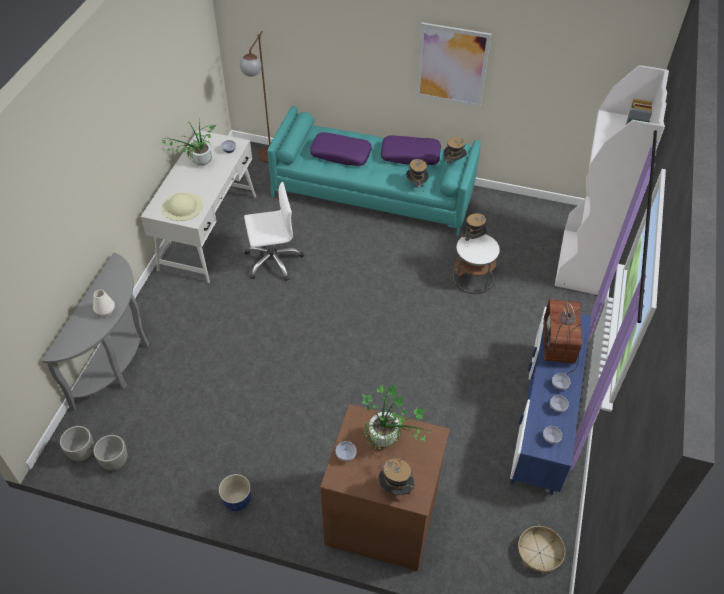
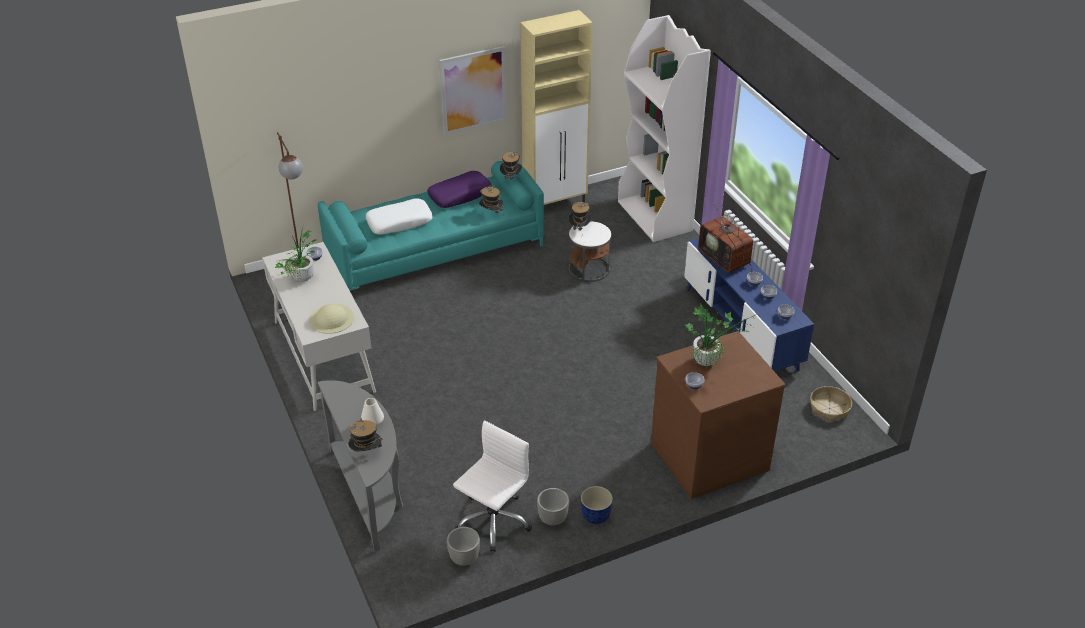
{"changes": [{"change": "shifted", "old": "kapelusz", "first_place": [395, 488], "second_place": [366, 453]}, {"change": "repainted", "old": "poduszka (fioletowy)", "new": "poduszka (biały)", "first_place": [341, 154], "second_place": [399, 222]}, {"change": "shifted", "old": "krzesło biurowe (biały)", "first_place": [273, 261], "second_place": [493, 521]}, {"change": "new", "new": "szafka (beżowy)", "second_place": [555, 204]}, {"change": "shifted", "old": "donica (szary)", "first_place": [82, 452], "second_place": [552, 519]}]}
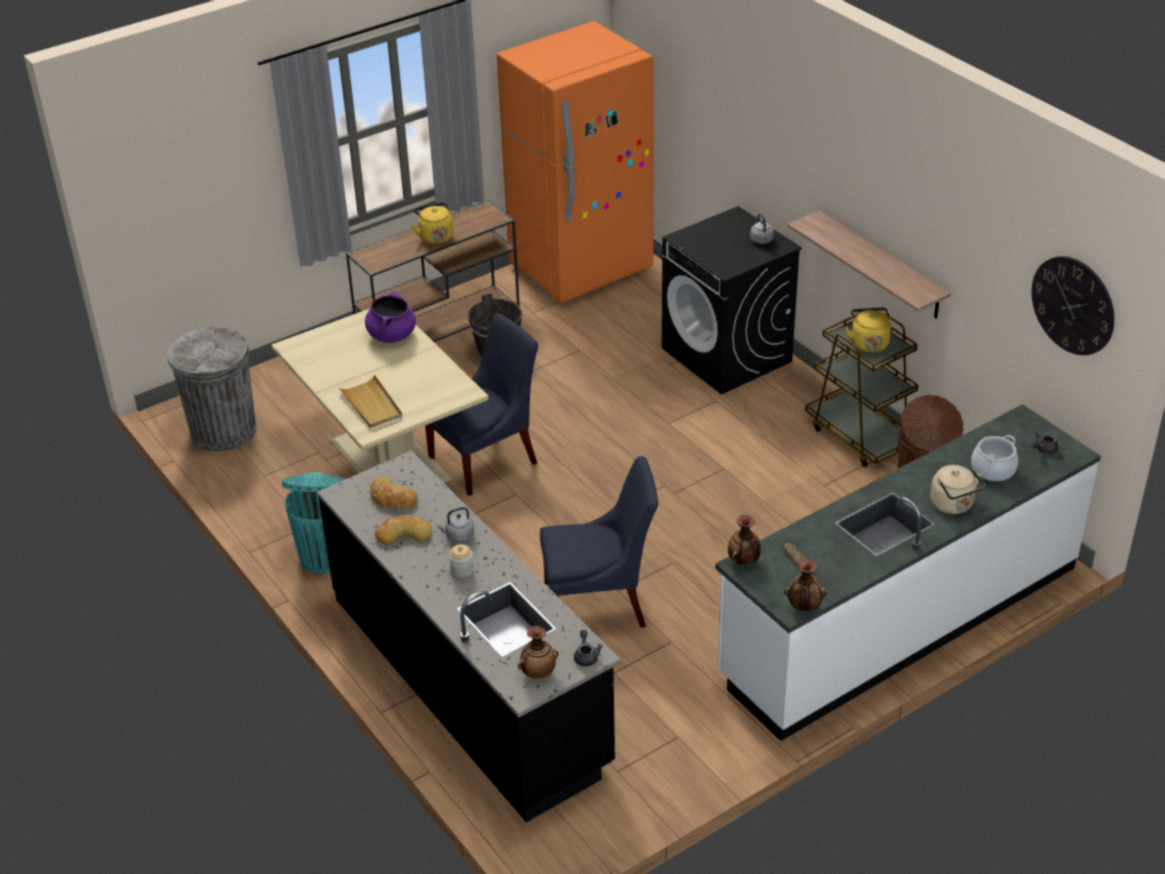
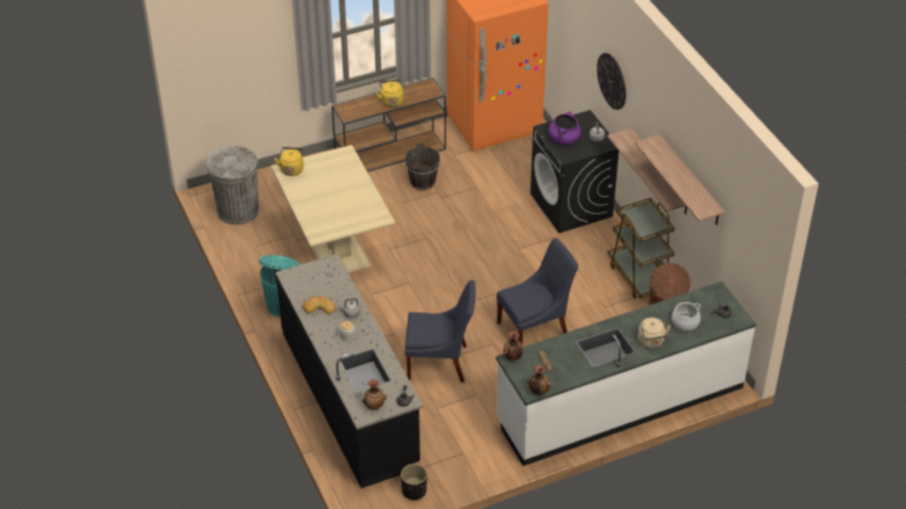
{"changes": [{"change": "shifted", "old": "czajnik (żółty)", "first_place": [868, 343], "second_place": [292, 169]}, {"change": "new", "new": "donica (czarny)", "second_place": [414, 491]}, {"change": "shifted", "old": "krzesło (niebieski)", "first_place": [487, 459], "second_place": [535, 329]}, {"change": "shifted", "old": "garnek (fioletowy)", "first_place": [391, 335], "second_place": [564, 139]}, {"change": "shifted", "old": "zegar ścienny", "first_place": [1073, 305], "second_place": [612, 81]}, {"change": "new", "new": "półka", "second_place": [690, 181]}, {"change": "gone", "old": "taca (beżowy)", "first_place": [371, 405]}, {"change": "gone", "old": "chleb", "first_place": [392, 498]}]}
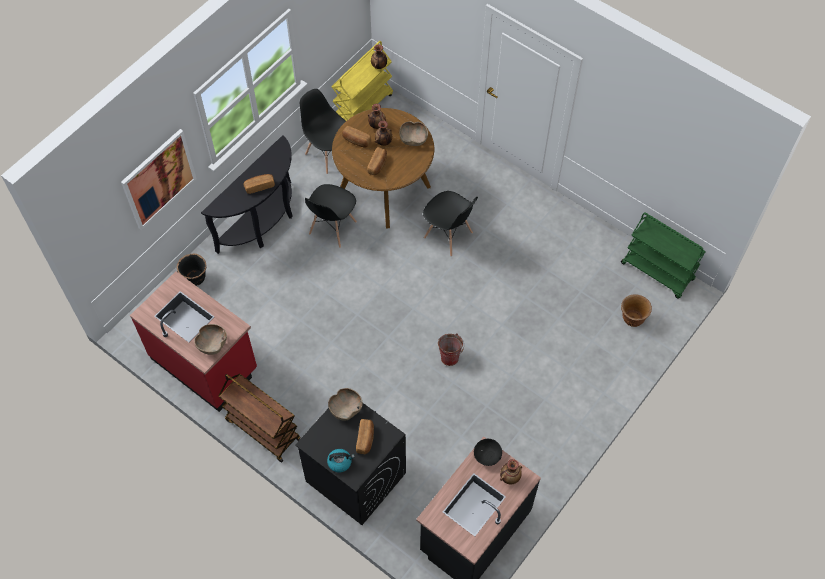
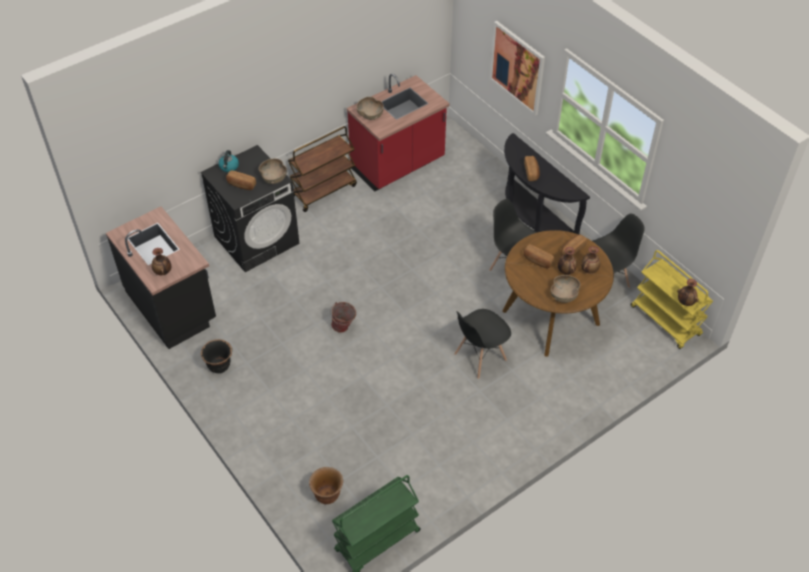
{"changes": [{"change": "shifted", "old": "donica (czarny)", "first_place": [195, 278], "second_place": [219, 366]}, {"change": "gone", "old": "miska (czarny)", "first_place": [487, 455]}]}
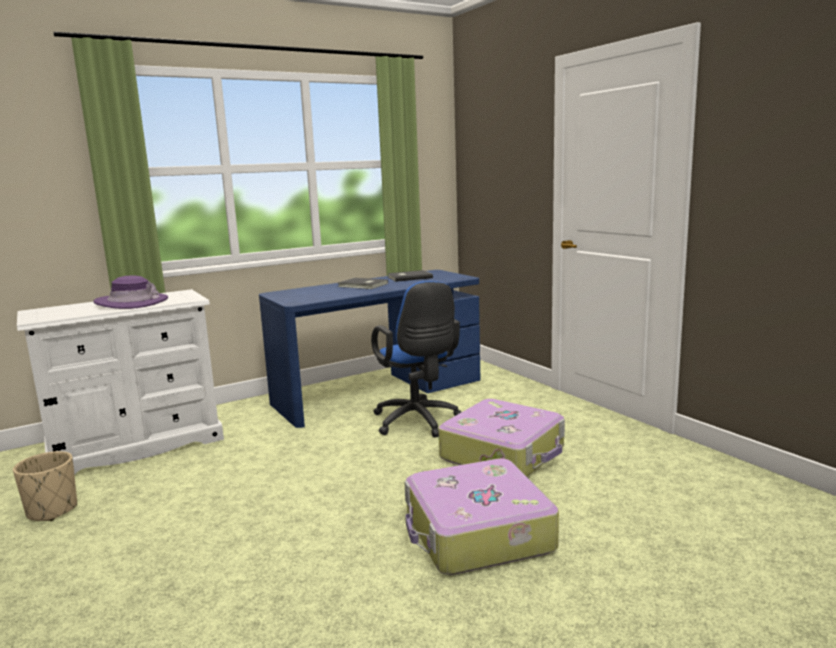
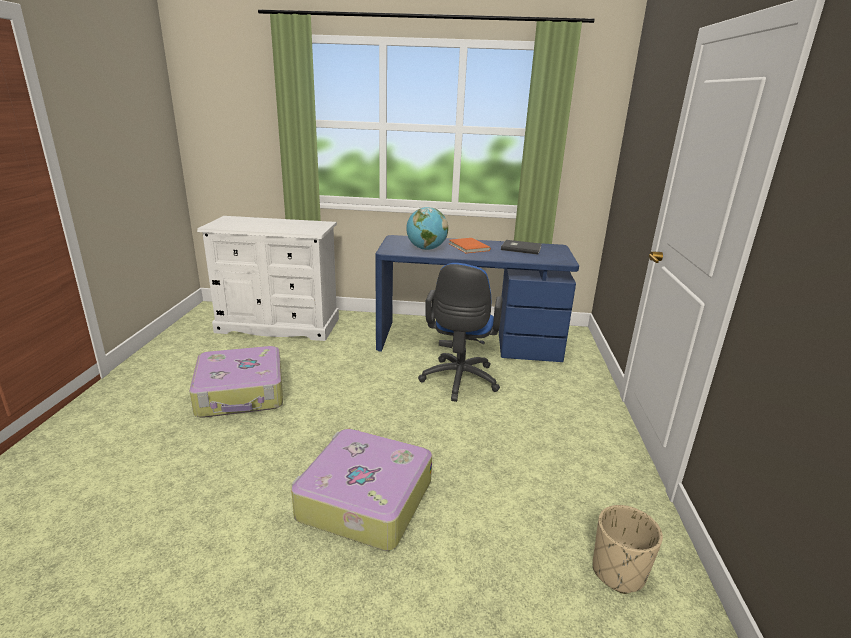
{"changes": [{"change": "shifted", "old": "walizka", "first_place": [504, 453], "second_place": [241, 393]}, {"change": "new", "new": "globus", "second_place": [426, 249]}, {"change": "repainted", "old": "książka (szary)", "new": "książka (pomarańczowy)", "first_place": [362, 285], "second_place": [468, 247]}, {"change": "shifted", "old": "donica (beżowy)", "first_place": [52, 510], "second_place": [618, 572]}, {"change": "gone", "old": "kapelusz (fioletowy)", "first_place": [131, 302]}]}
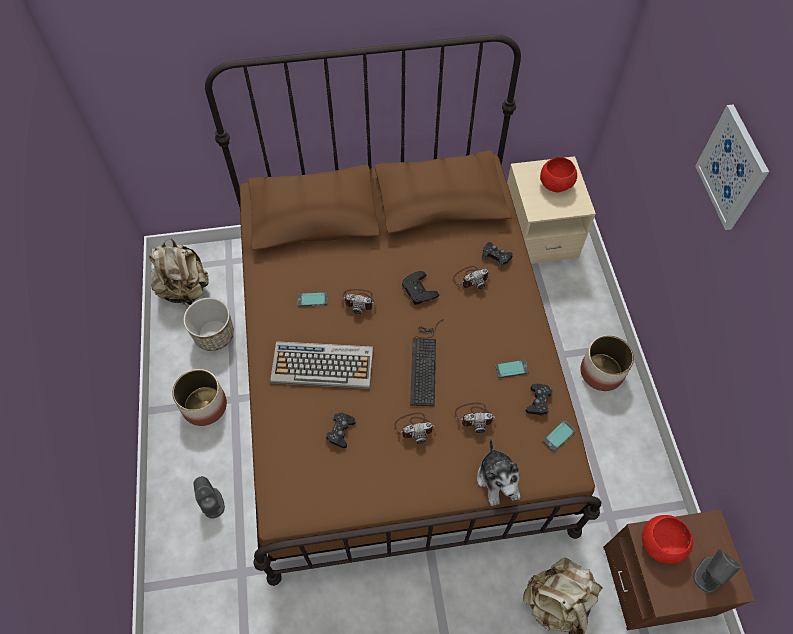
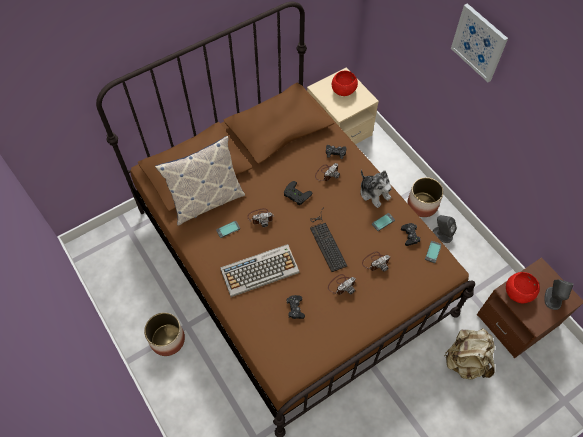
{"changes": [{"change": "new", "new": "poduszka", "second_place": [206, 201]}, {"change": "shifted", "old": "pluszak", "first_place": [498, 479], "second_place": [374, 193]}, {"change": "shifted", "old": "głośnik (szary)", "first_place": [212, 502], "second_place": [442, 234]}, {"change": "gone", "old": "plecak (beżowy)", "first_place": [185, 290]}, {"change": "gone", "old": "donica", "first_place": [214, 335]}]}
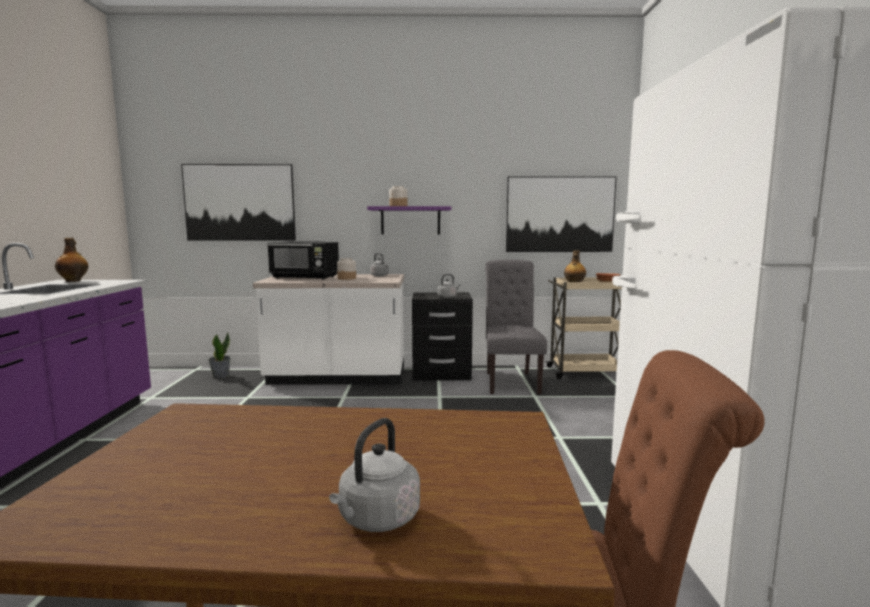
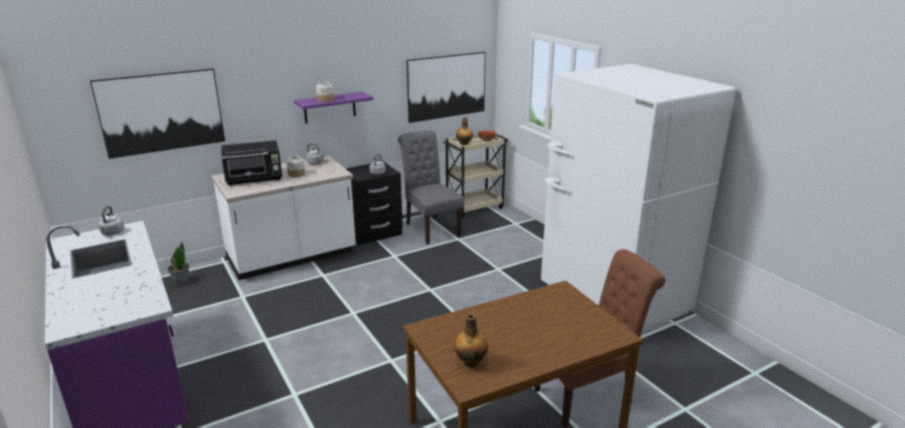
{"changes": [{"change": "shifted", "old": "czajnik (szary)", "first_place": [377, 520], "second_place": [112, 233]}, {"change": "shifted", "old": "butelka", "first_place": [74, 281], "second_place": [471, 362]}]}
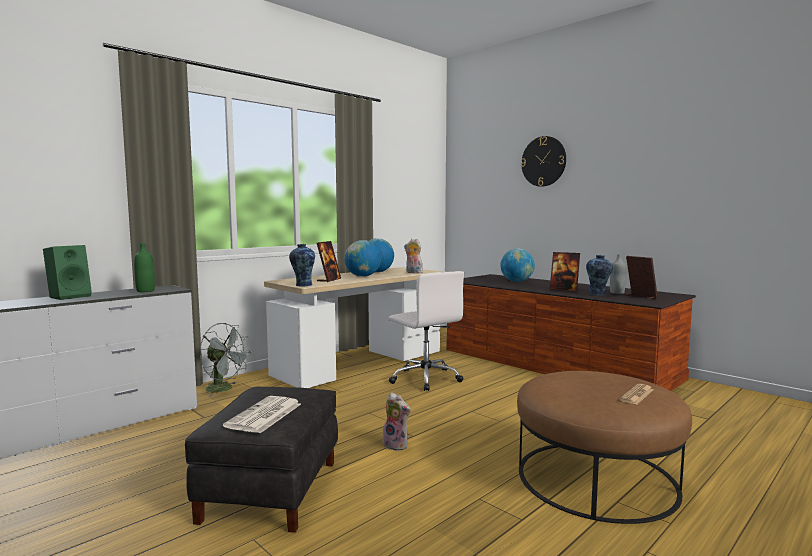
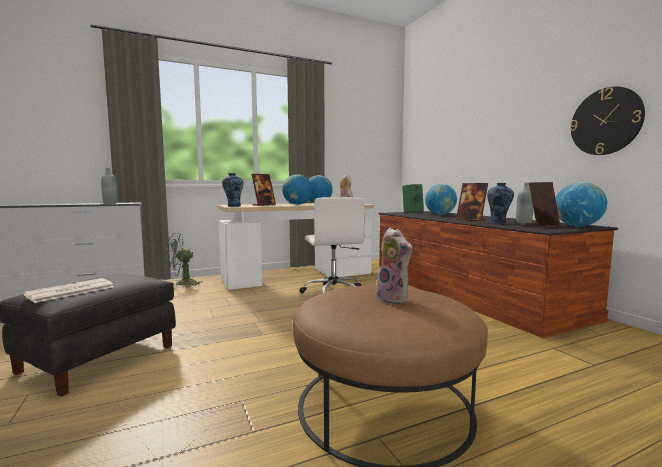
{"changes": [{"change": "repainted", "old": "butelka (zielony)", "new": "butelka (szary)", "first_place": [145, 291], "second_place": [110, 203]}, {"change": "rotated", "old": "wentylator (szary)", "first_place": [224, 389], "second_place": [181, 284], "degrees": 105}, {"change": "shifted", "old": "pluszak", "first_place": [397, 445], "second_place": [394, 299]}, {"change": "shifted", "old": "głośnik (zielony)", "first_place": [70, 296], "second_place": [412, 212]}, {"change": "new", "new": "globus", "second_place": [577, 226]}, {"change": "shifted", "old": "zegar ścienny", "first_place": [543, 161], "second_place": [605, 121]}, {"change": "gone", "old": "gazeta", "first_place": [637, 395]}]}
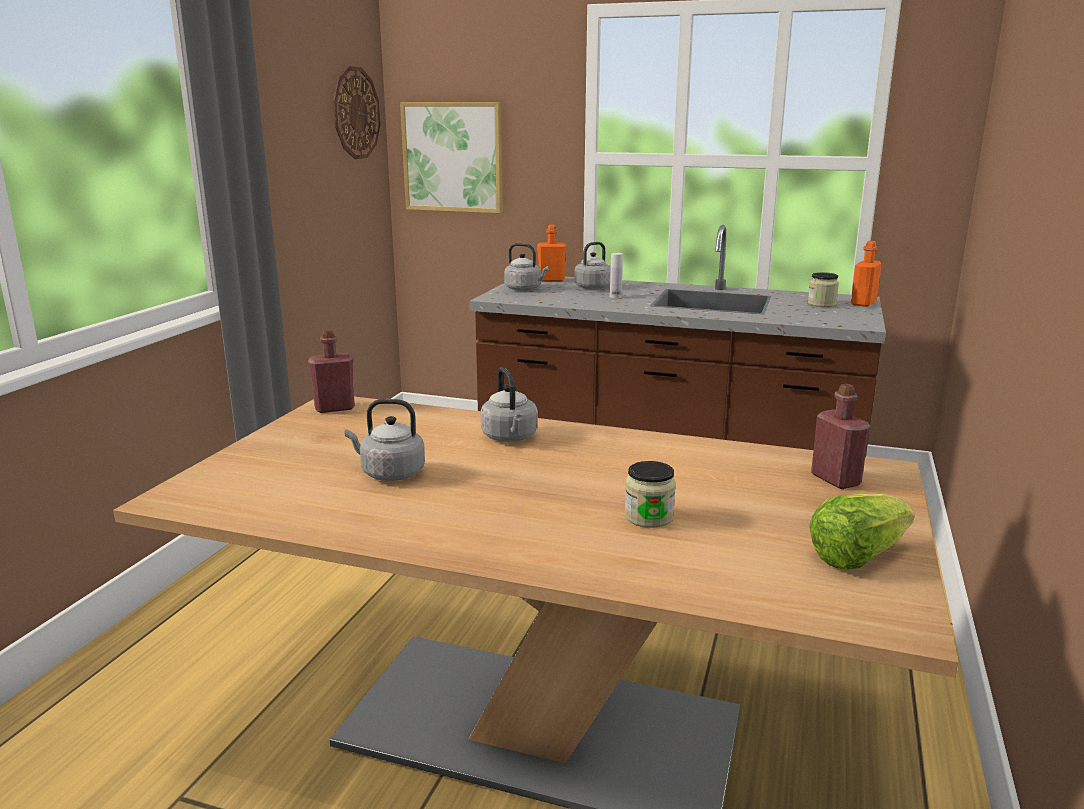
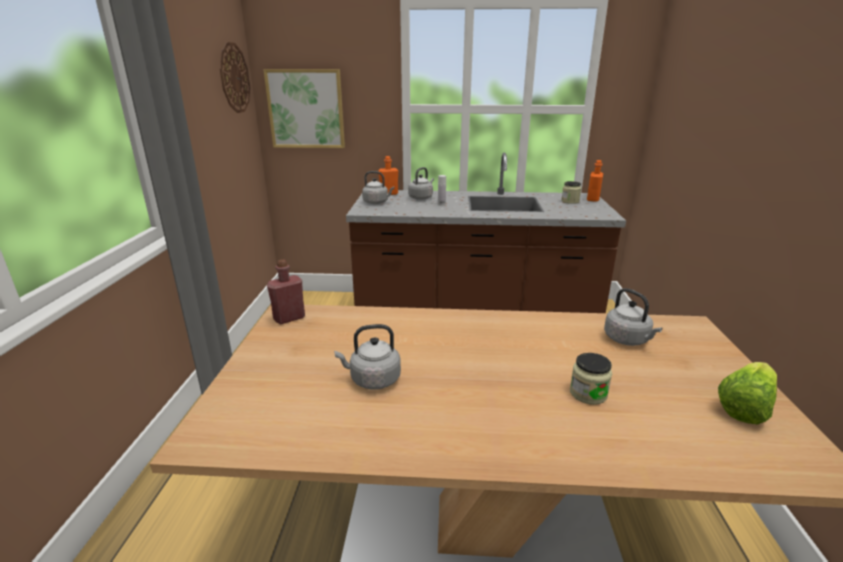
{"changes": [{"change": "shifted", "old": "czajnik (szary)", "first_place": [510, 438], "second_place": [628, 340]}, {"change": "gone", "old": "butelka (czerwony)", "first_place": [835, 480]}]}
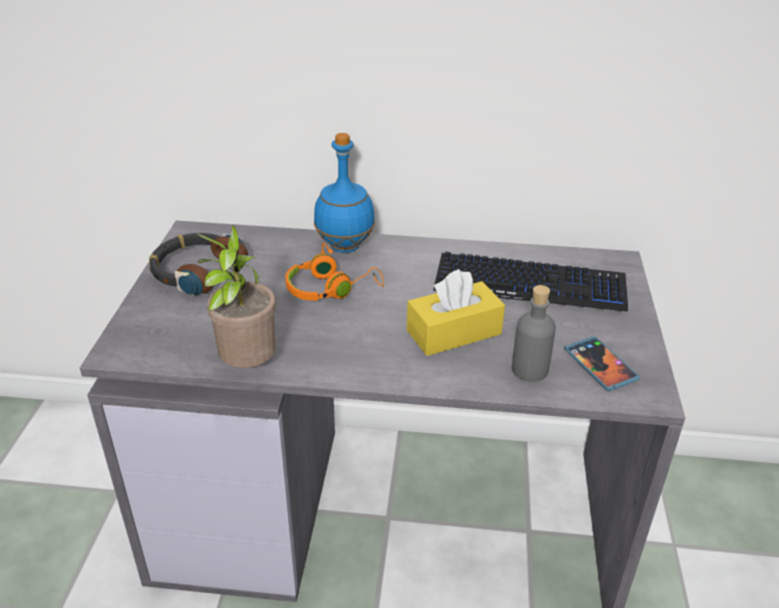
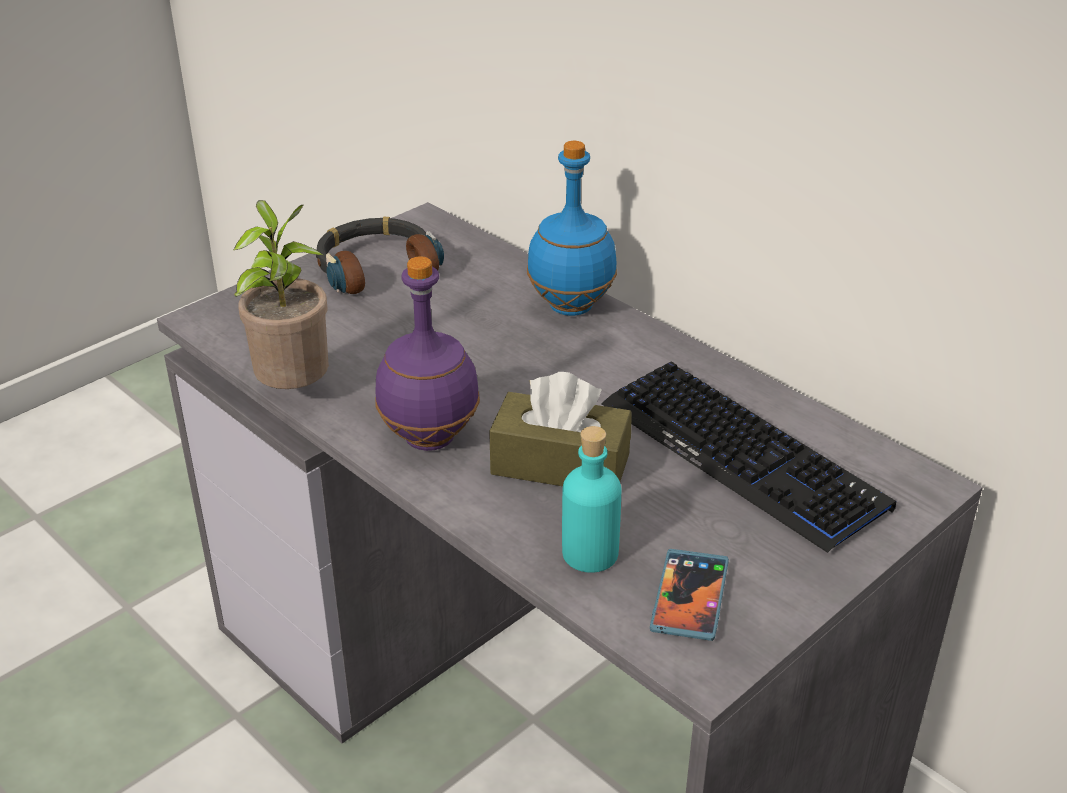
{"changes": [{"change": "new", "new": "butelka (fioletowy)", "second_place": [428, 437]}, {"change": "repainted", "old": "pudełko chusteczek (żółty)", "new": "pudełko chusteczek (brązowy)", "first_place": [454, 332], "second_place": [560, 464]}, {"change": "repainted", "old": "butelka (szary)", "new": "butelka (turkusowy)", "first_place": [529, 370], "second_place": [590, 553]}, {"change": "gone", "old": "słuchawki (pomarańczowy)", "first_place": [330, 289]}]}
